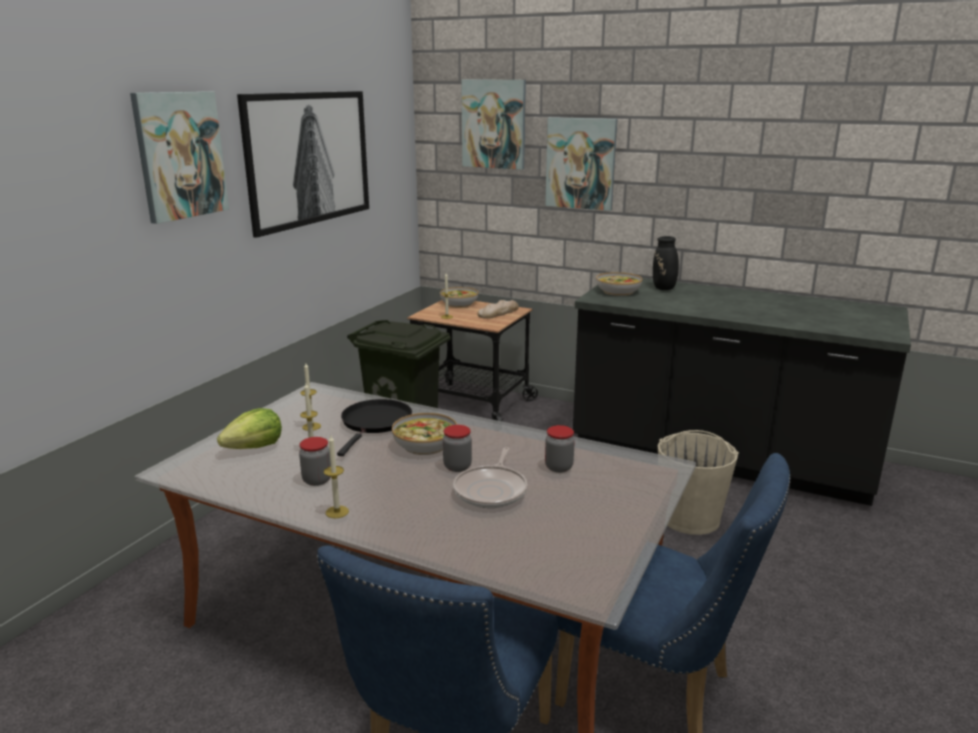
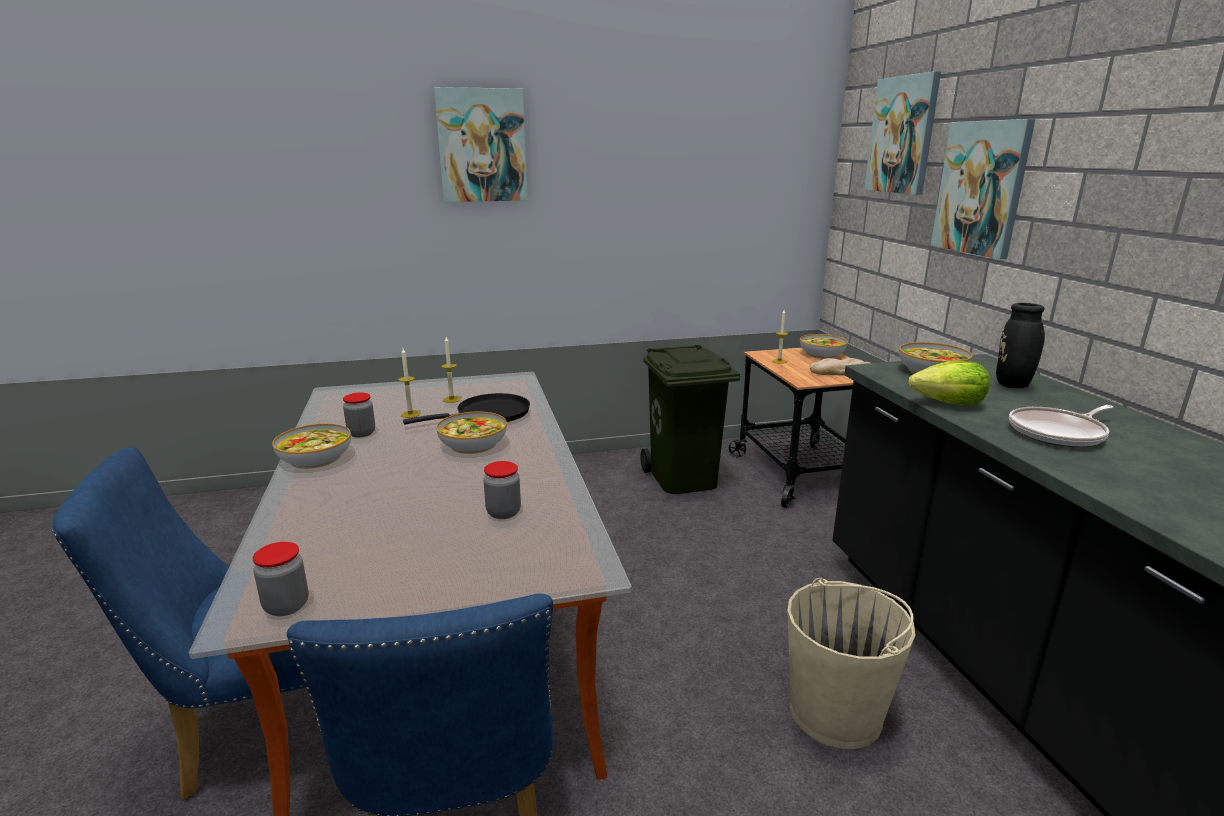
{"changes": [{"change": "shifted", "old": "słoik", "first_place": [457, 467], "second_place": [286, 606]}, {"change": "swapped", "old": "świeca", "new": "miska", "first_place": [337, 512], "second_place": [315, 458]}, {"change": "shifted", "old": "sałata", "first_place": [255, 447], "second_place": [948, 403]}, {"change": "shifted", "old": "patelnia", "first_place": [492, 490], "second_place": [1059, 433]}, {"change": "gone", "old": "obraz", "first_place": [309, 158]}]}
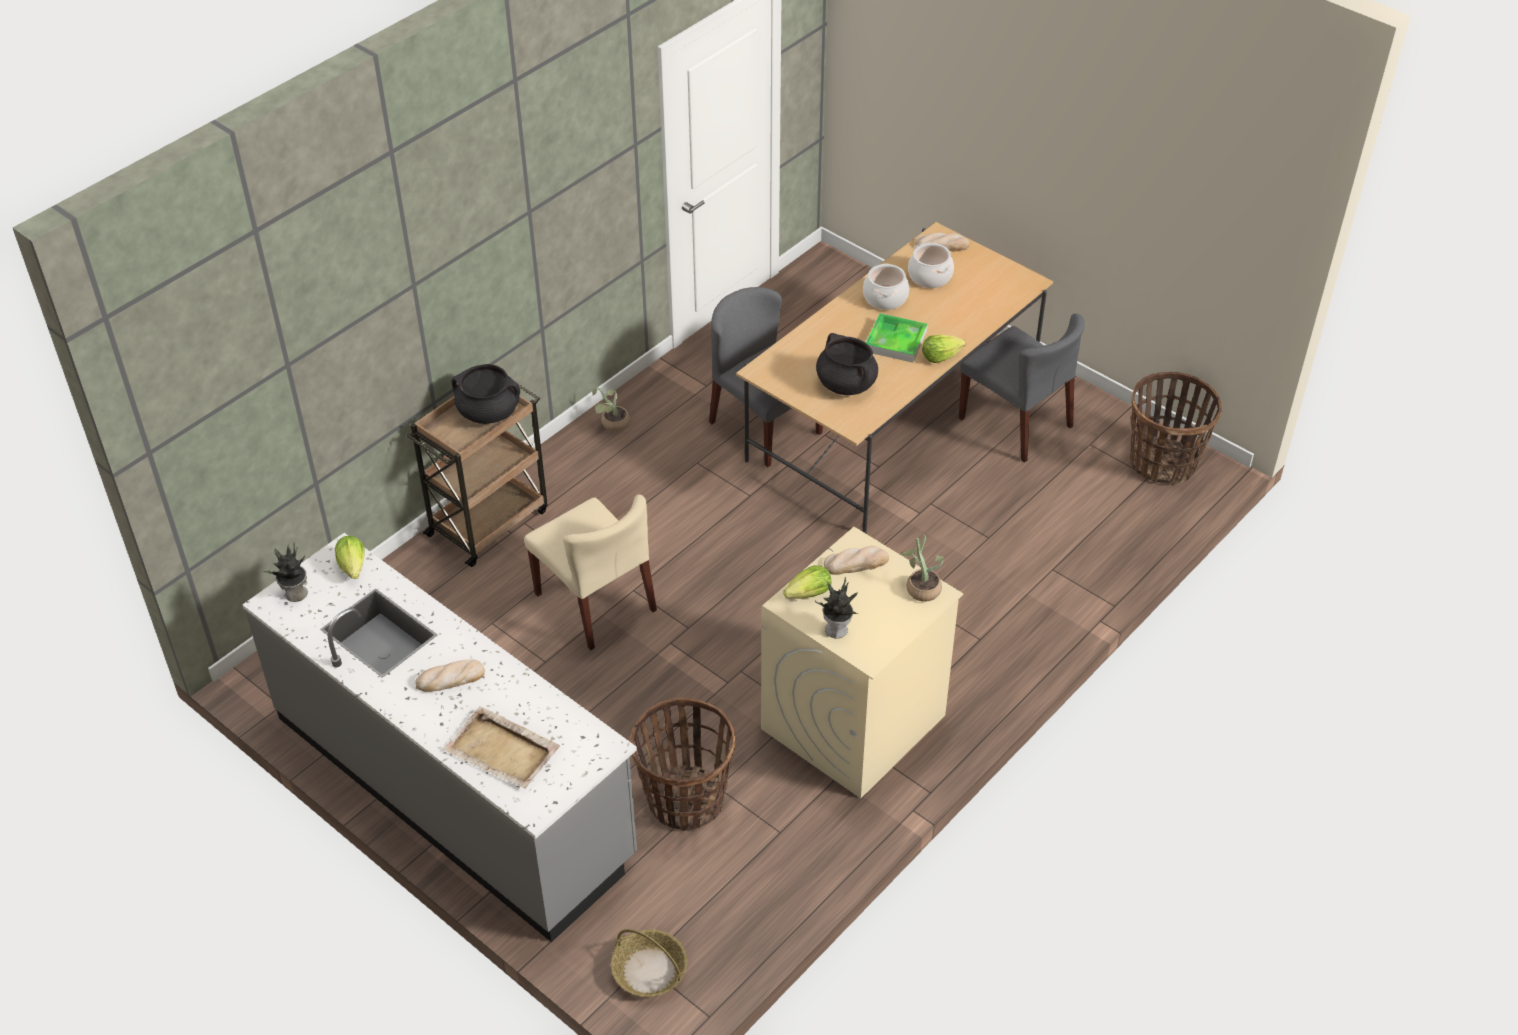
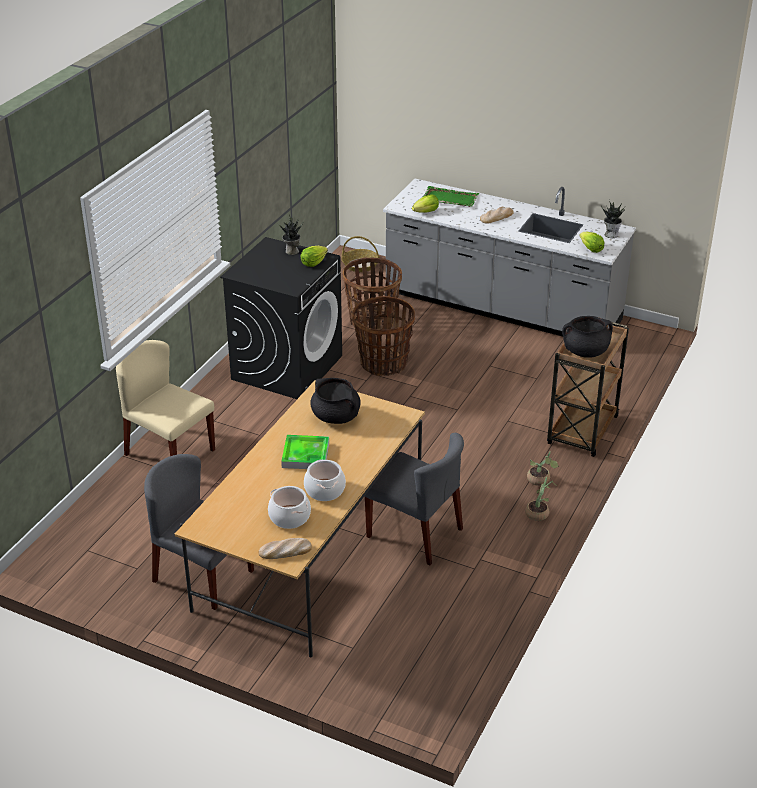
{"changes": [{"change": "shifted", "old": "krzesło (beżowy)", "first_place": [596, 602], "second_place": [169, 452]}, {"change": "repainted", "old": "pralka (beżowy)", "new": "pralka (czarny)", "first_place": [853, 723], "second_place": [287, 367]}, {"change": "shifted", "old": "koszyk", "first_place": [1163, 463], "second_place": [383, 364]}, {"change": "shifted", "old": "sałata", "first_place": [940, 357], "second_place": [426, 212]}, {"change": "repainted", "old": "taca (beżowy)", "new": "taca (zielony)", "first_place": [503, 751], "second_place": [449, 198]}, {"change": "shifted", "old": "roślina doniczkowa", "first_place": [921, 587], "second_place": [540, 481]}, {"change": "gone", "old": "chleb", "first_place": [856, 563]}]}
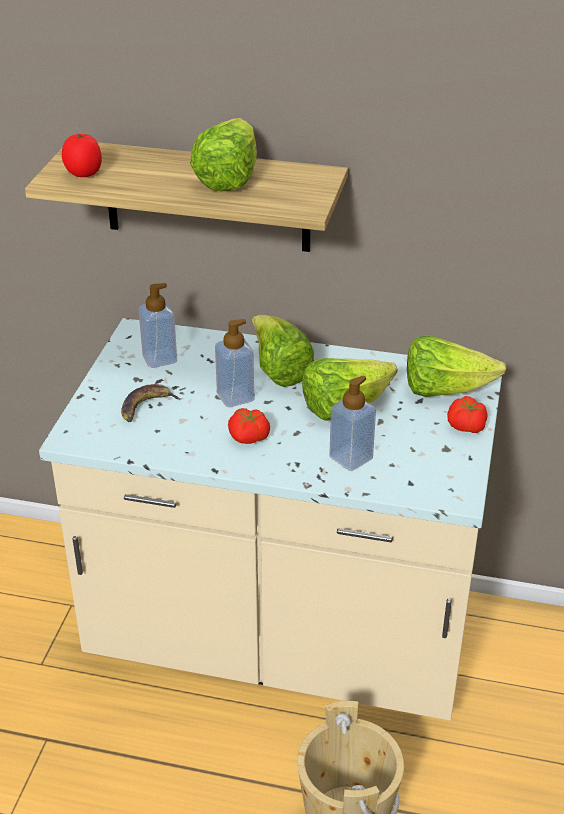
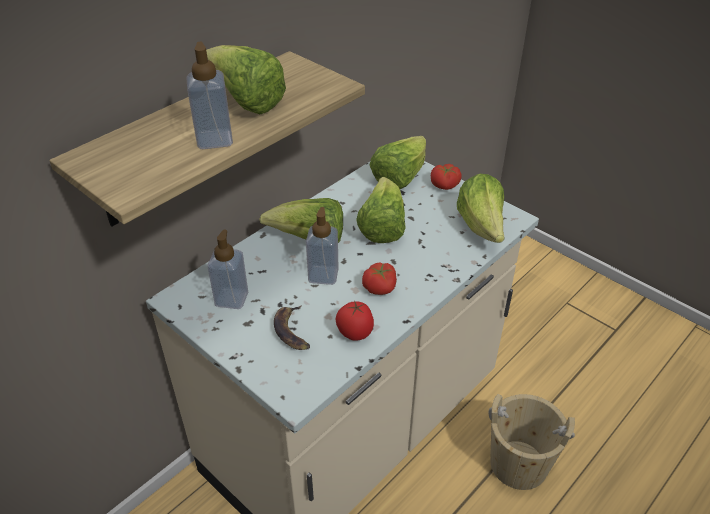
{"changes": [{"change": "shifted", "old": "dozownik mydła", "first_place": [351, 458], "second_place": [214, 139]}, {"change": "shifted", "old": "pomidor", "first_place": [84, 173], "second_place": [355, 333]}, {"change": "new", "new": "sałata", "second_place": [482, 227]}]}
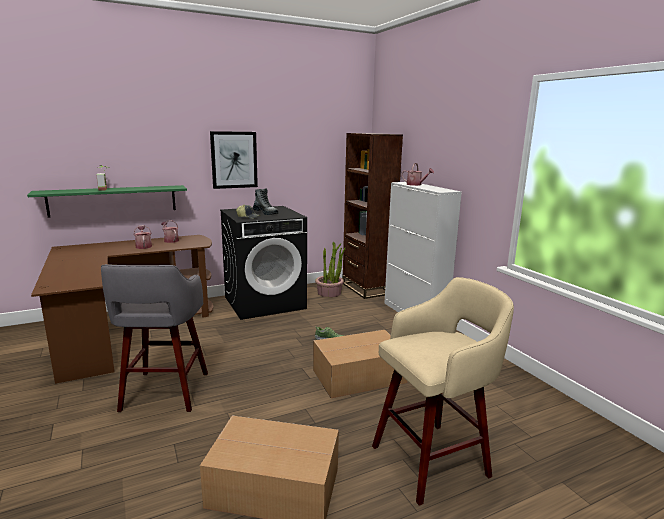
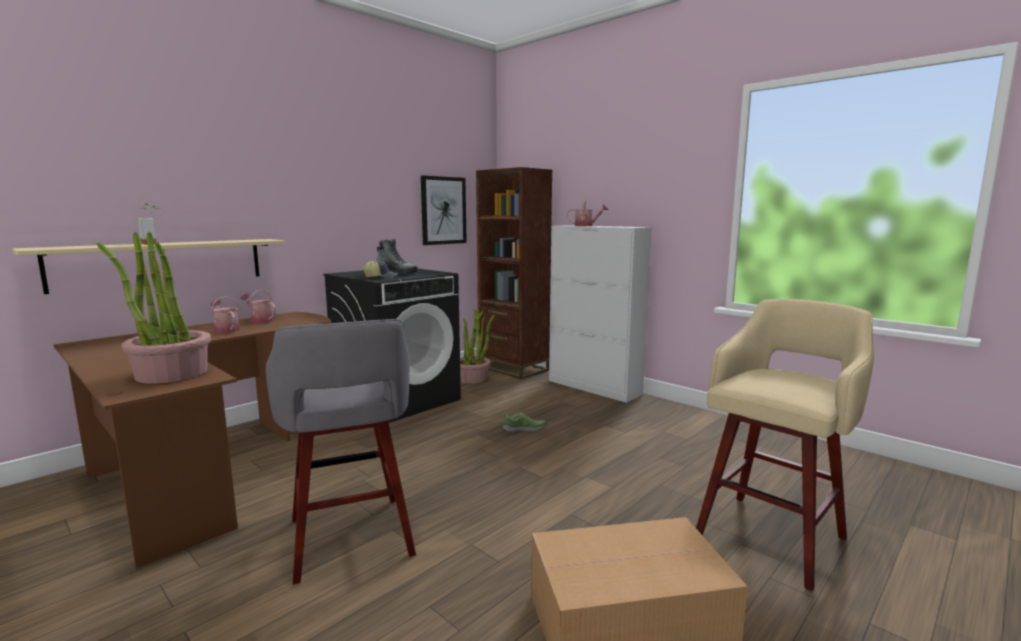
{"changes": [{"change": "repainted", "old": "półka (zielony)", "new": "półka (beżowy)", "first_place": [113, 200], "second_place": [161, 263]}, {"change": "new", "new": "roślina doniczkowa", "second_place": [171, 374]}, {"change": "shifted", "old": "obraz", "first_place": [234, 160], "second_place": [443, 210]}, {"change": "gone", "old": "karton", "first_place": [360, 376]}]}
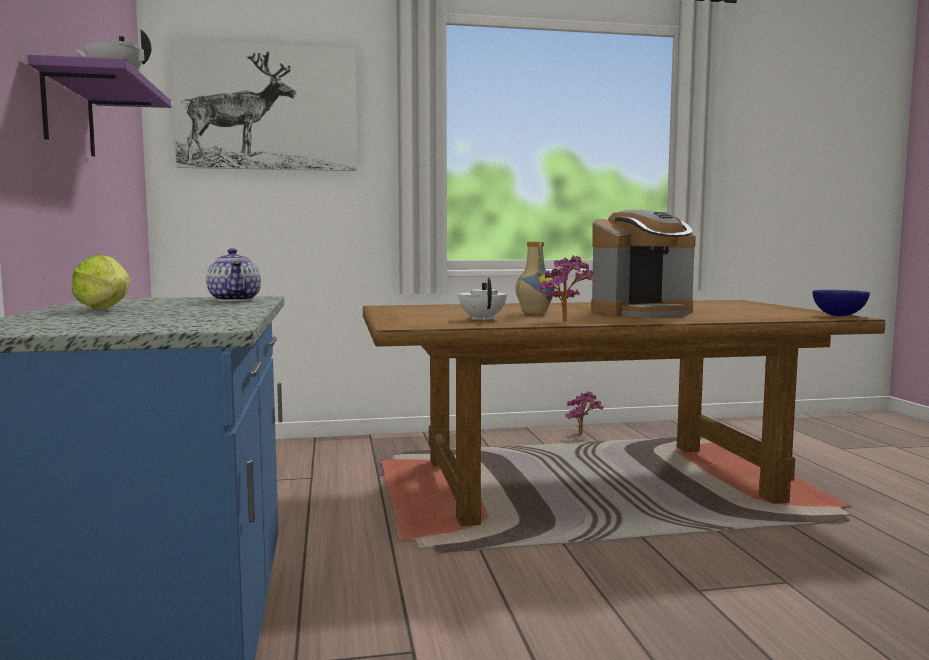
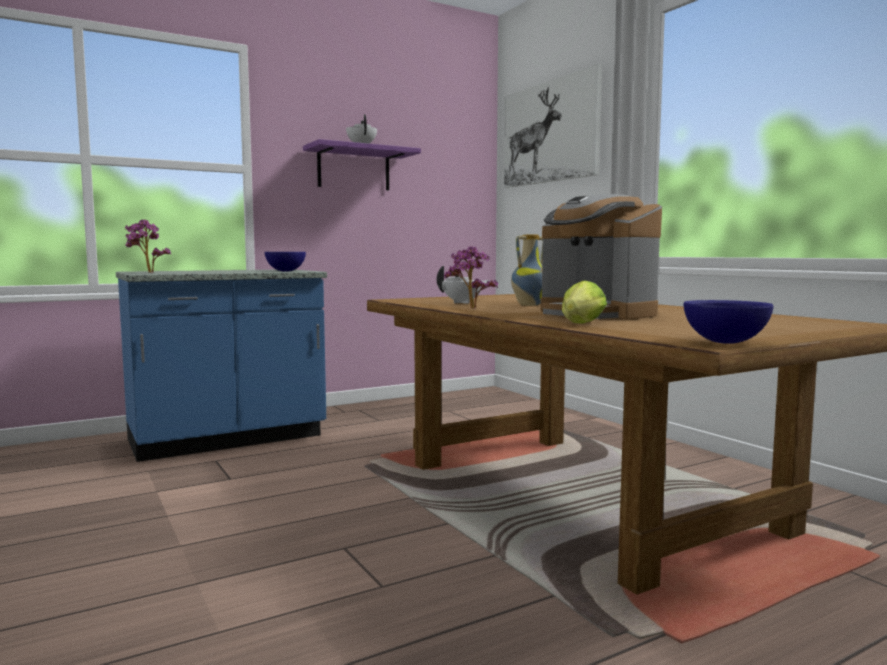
{"changes": [{"change": "shifted", "old": "roślina doniczkowa", "first_place": [583, 435], "second_place": [146, 273]}, {"change": "swapped", "old": "imbryk", "new": "miska (niebieski)", "first_place": [236, 300], "second_place": [286, 271]}, {"change": "shifted", "old": "sałata", "first_place": [107, 309], "second_place": [580, 324]}]}
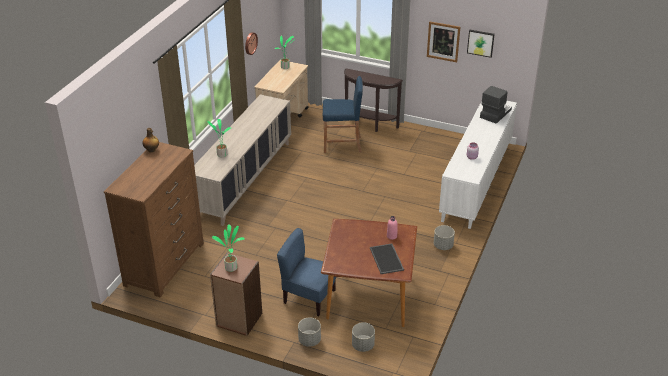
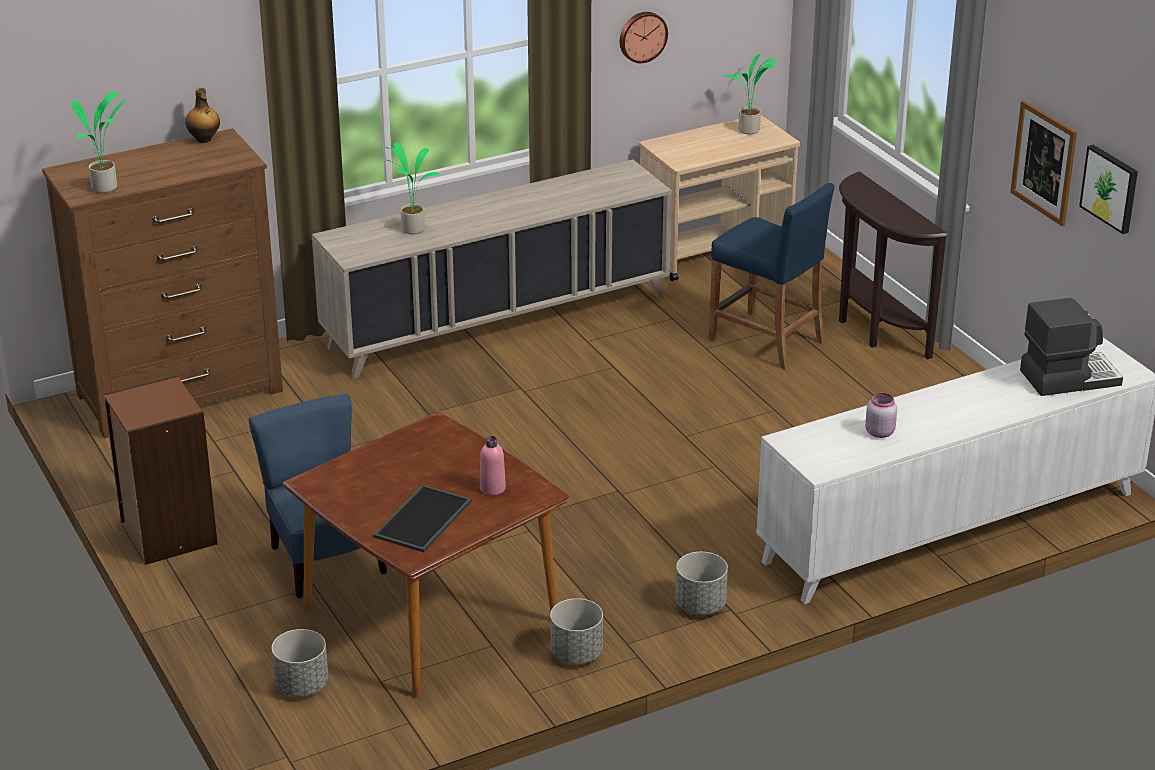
{"changes": [{"change": "shifted", "old": "roślina doniczkowa", "first_place": [232, 267], "second_place": [106, 188]}, {"change": "shifted", "old": "donica (szary)", "first_place": [309, 340], "second_place": [576, 653]}]}
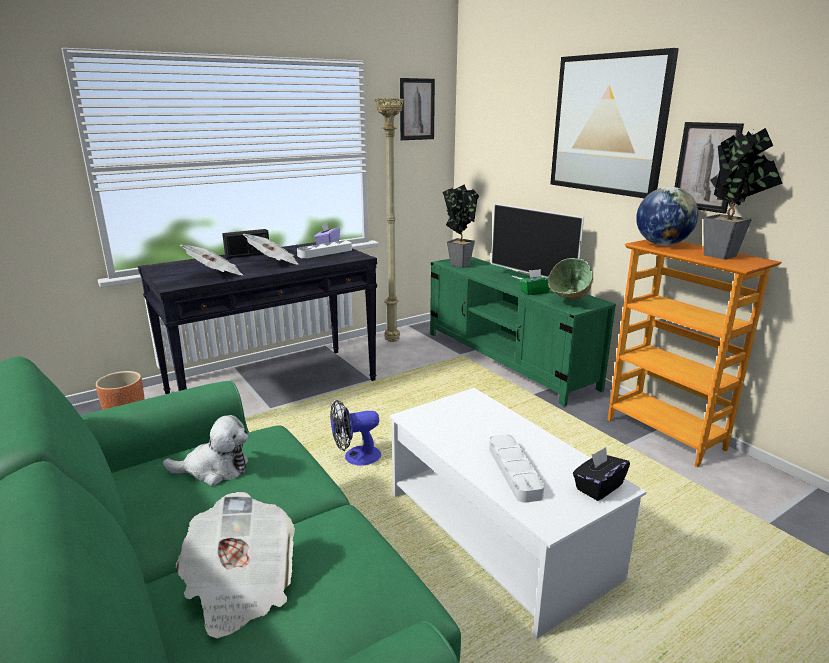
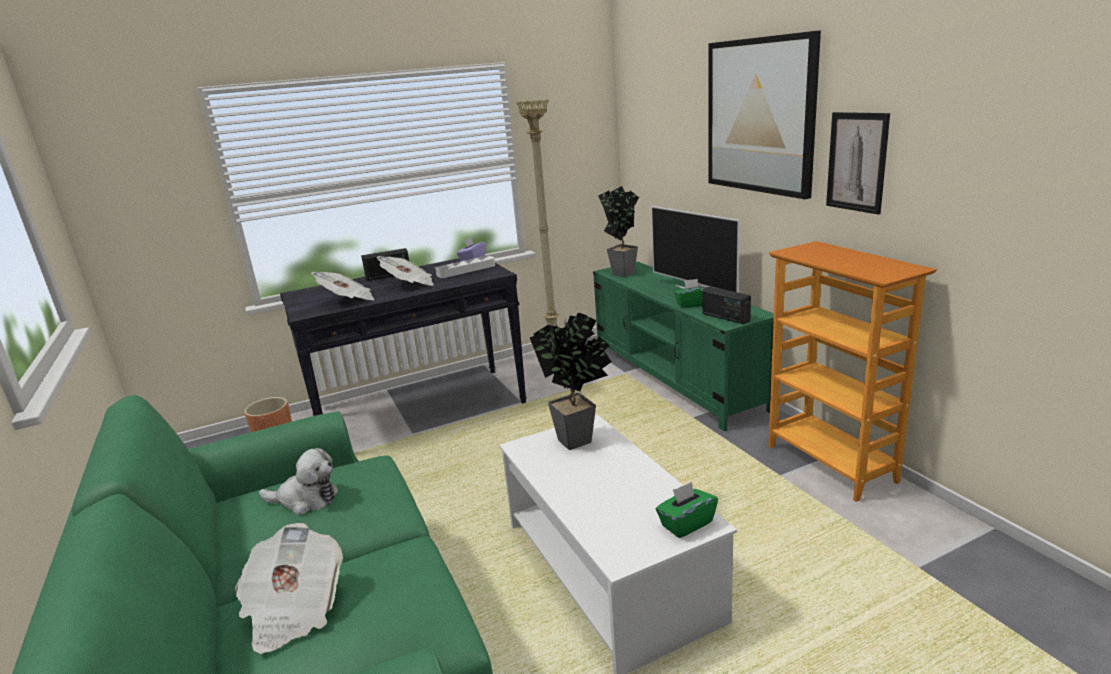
{"changes": [{"change": "shifted", "old": "roślina doniczkowa", "first_place": [725, 255], "second_place": [581, 440]}, {"change": "repainted", "old": "pudełko chusteczek (czarny)", "new": "pudełko chusteczek (zielony)", "first_place": [598, 487], "second_place": [686, 523]}, {"change": "swapped", "old": "miska (zielony)", "new": "radio", "first_place": [569, 304], "second_place": [725, 317]}, {"change": "gone", "old": "wentylator", "first_place": [355, 458]}, {"change": "gone", "old": "obraz", "first_place": [417, 109]}, {"change": "gone", "old": "taca (szary)", "first_place": [514, 471]}, {"change": "gone", "old": "globus", "first_place": [662, 244]}]}
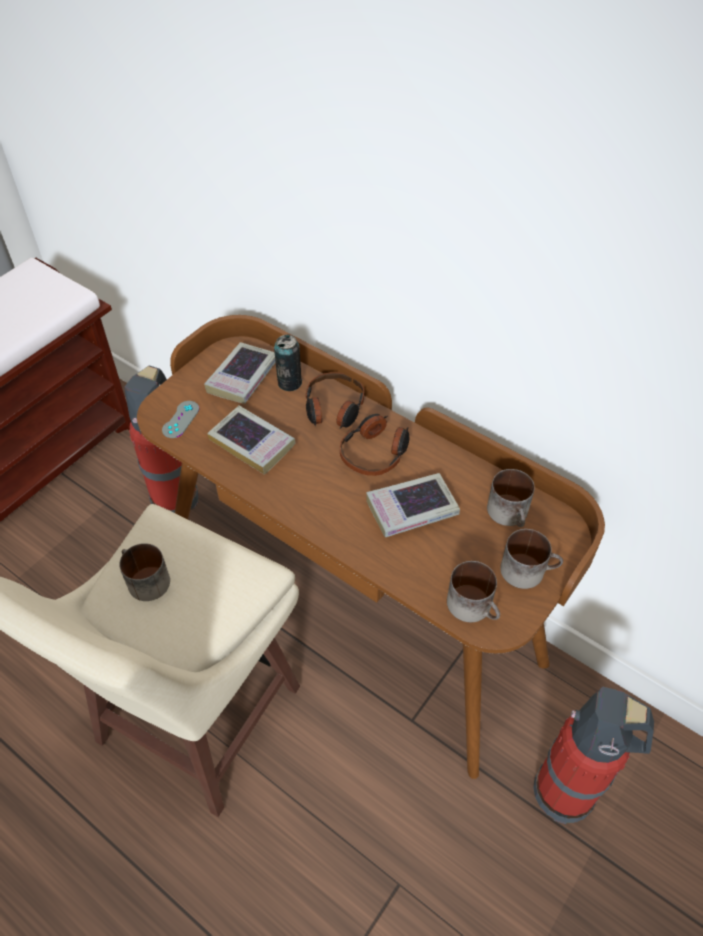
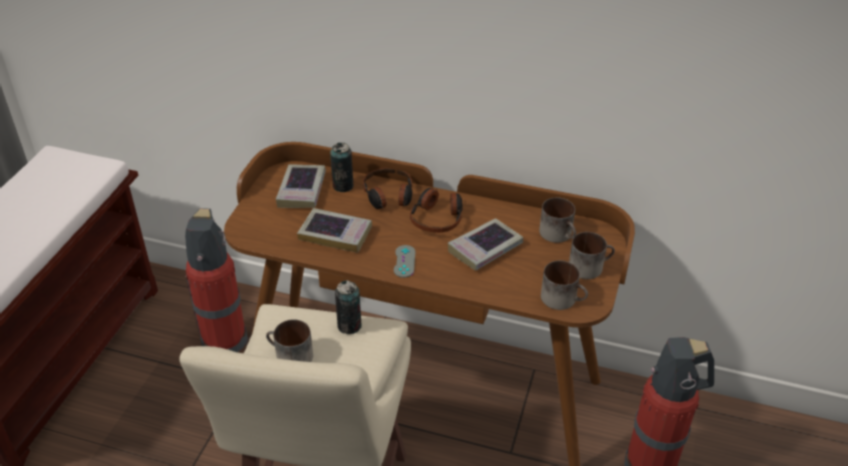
{"changes": [{"change": "new", "new": "puszka", "second_place": [349, 326]}, {"change": "shifted", "old": "pad do gier (szary)", "first_place": [181, 419], "second_place": [404, 261]}]}
